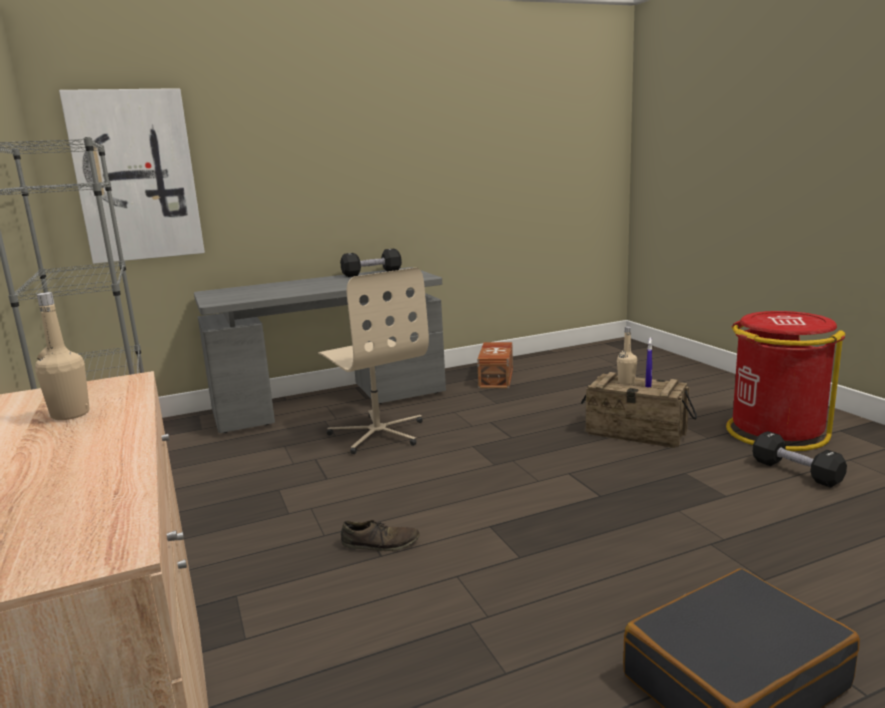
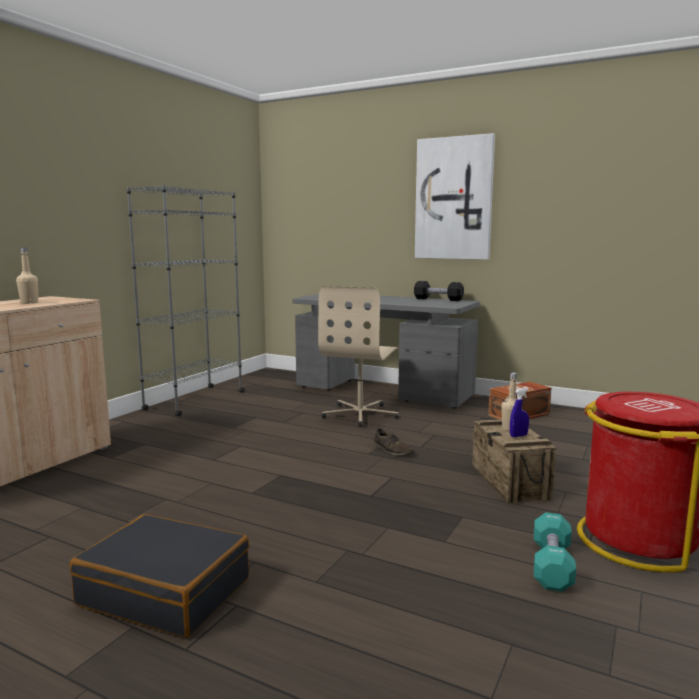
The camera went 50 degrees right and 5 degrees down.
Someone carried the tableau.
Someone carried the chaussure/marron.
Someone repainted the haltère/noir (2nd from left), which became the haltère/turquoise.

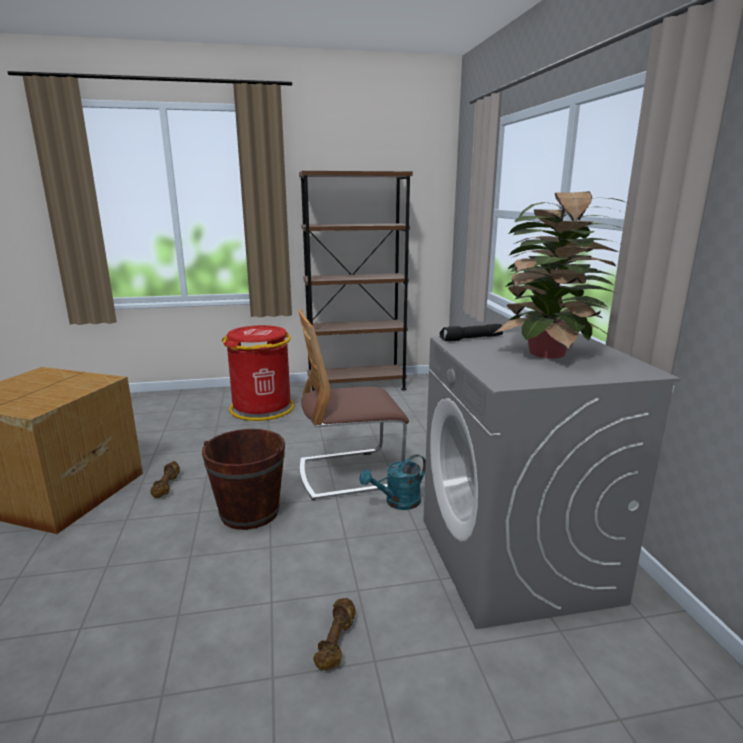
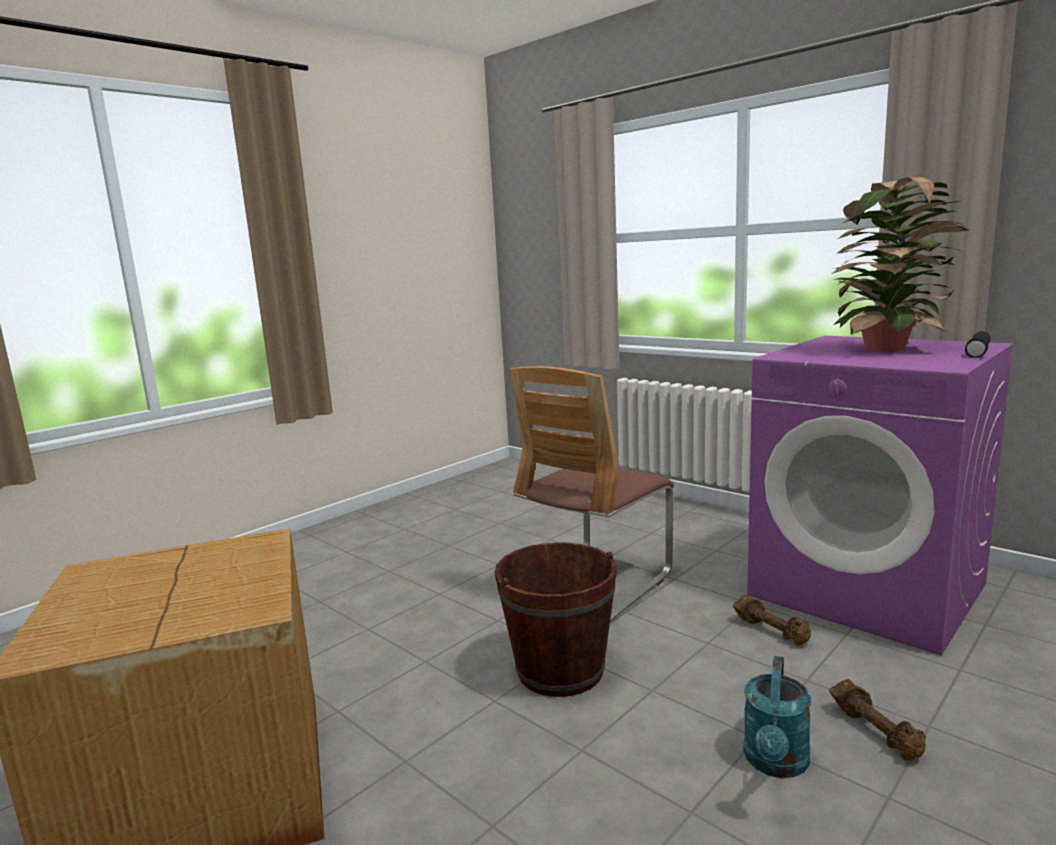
The camera went 35 degrees left and 5 degrees down.
Someone took away the poubelle/rouge.
Someone took away the bibliothèque/marron.
Someone carried the haltère/marron (1st from left).
Someone carried the arrosoir/turquoise.
Someone carried the lampe de poche/noir.
Someone repainted the lave-linge/gris, which became the lave-linge/violet.

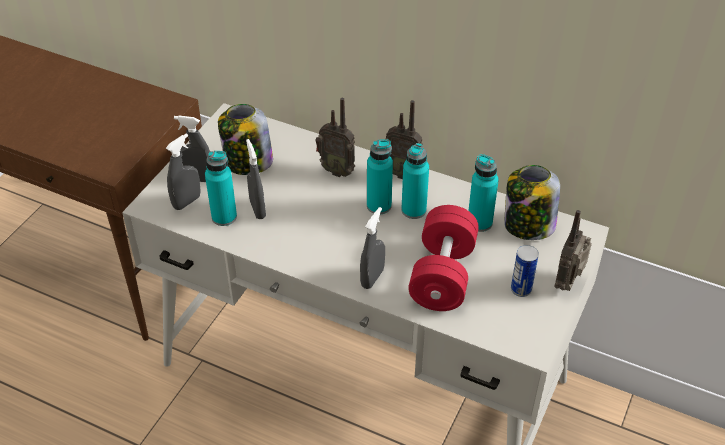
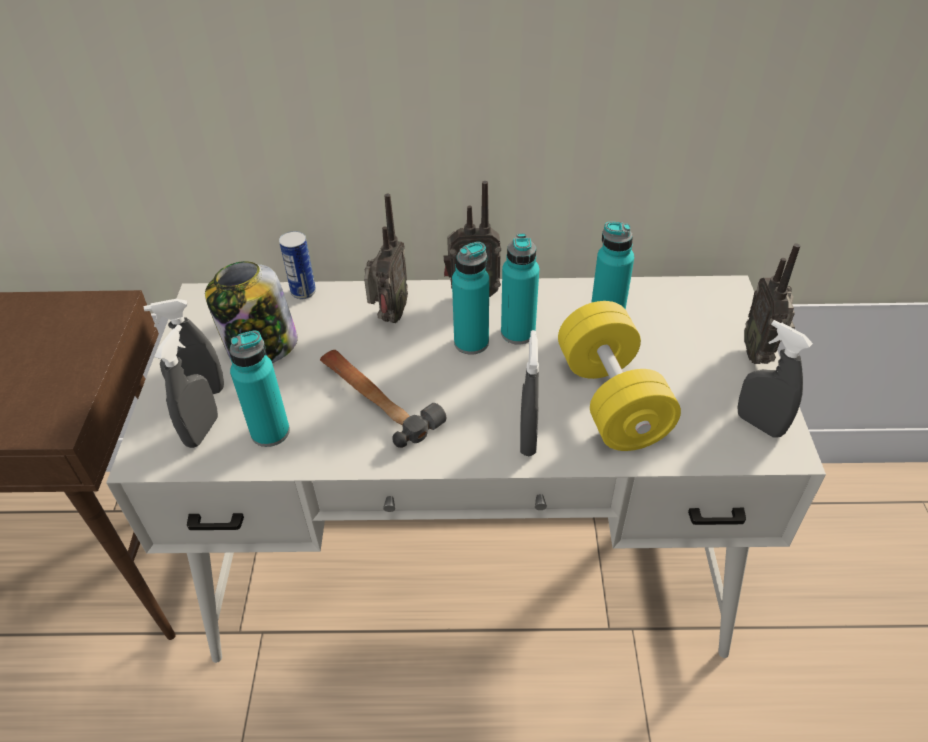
The camera went 25 degrees left and 0 degrees up.
Someone took away the bocal (2nd from left).
Someone put down the marteau.
Someone carried the vaporisateur/gris (3rd from left in the first image).
Someone carried the boîte métallique.
Someone repainted the haltère/rouge, which became the haltère/jaune.
Someone rotated the radio (1st from left) by 75 degrees counterclockwise.

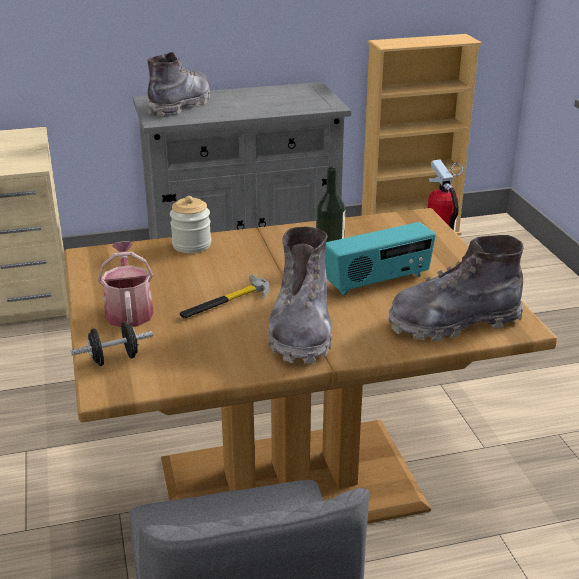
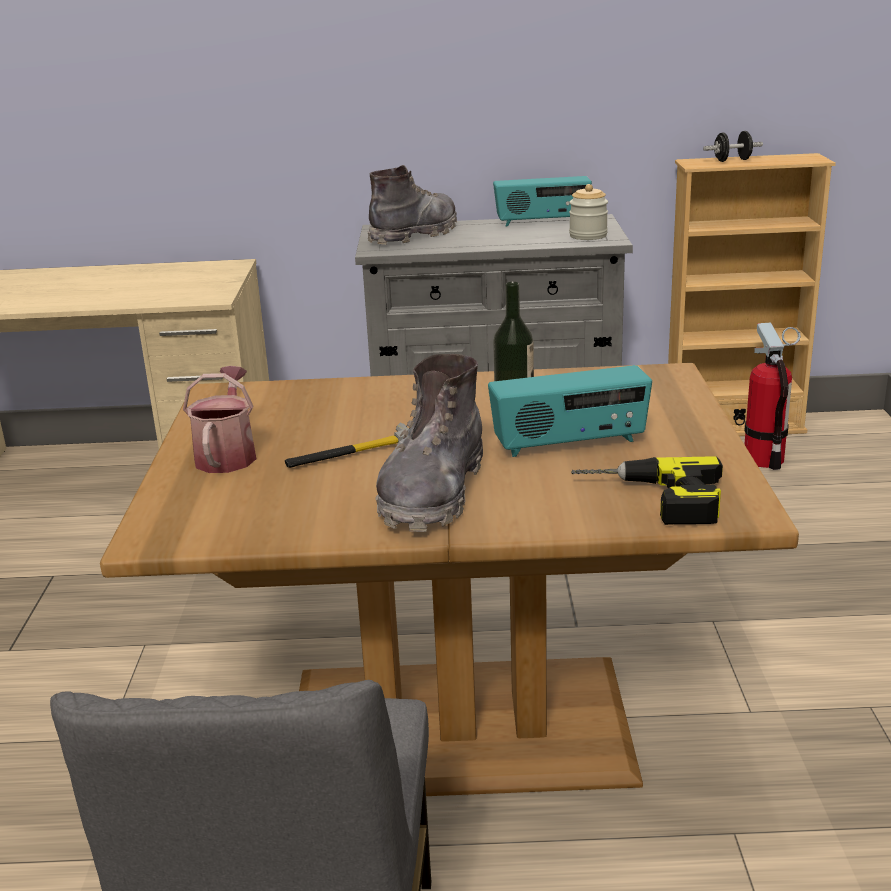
The camera went 15 degrees right and 5 degrees down.
Someone put down the radio (1st from left).
Someone carried the haltère/noir.
Someone carried the bocal.
Someone swapped the botte/gris (3rd from left) for the perceuse.

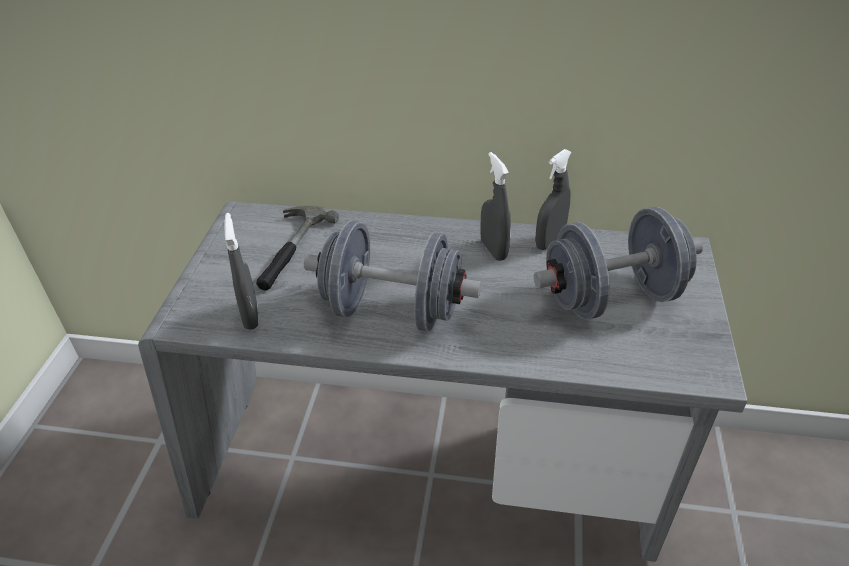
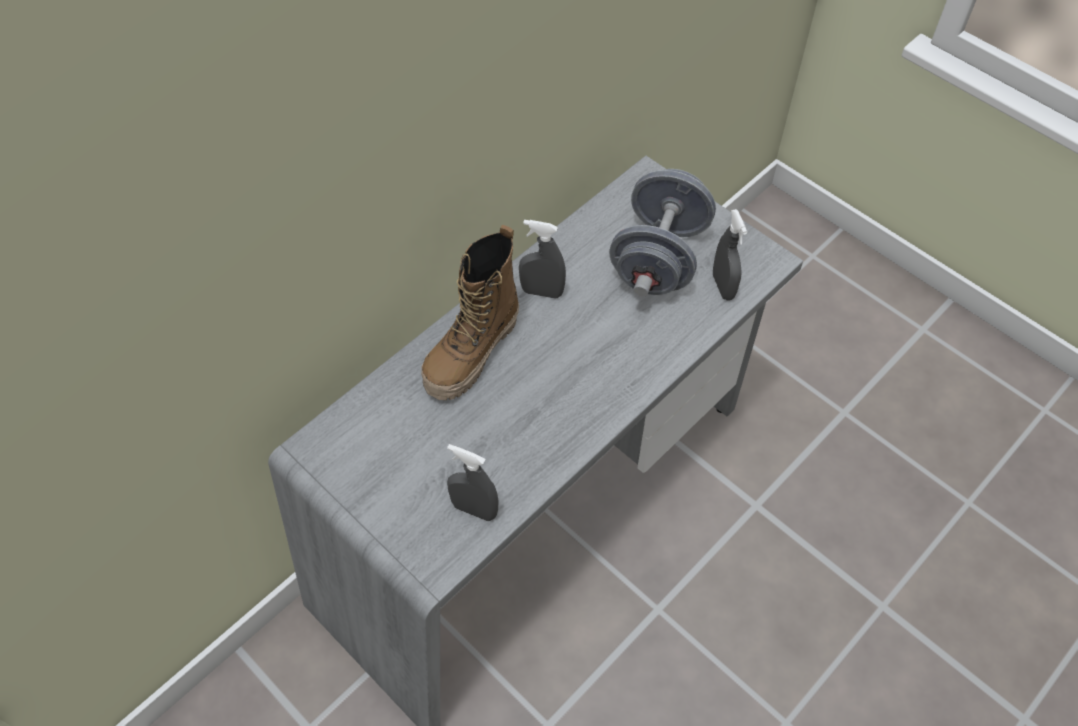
The camera went 55 degrees left and 15 degrees up.
Someone took away the marteau.
Someone took away the haltère/gris (1st from left).
Someone put down the botte.
Someone carried the vaporisateur/gris (3rd from left).

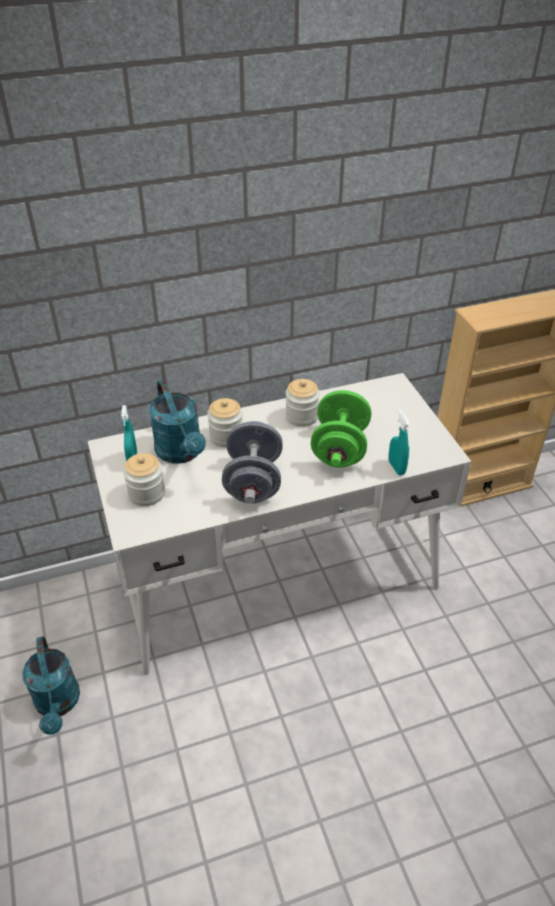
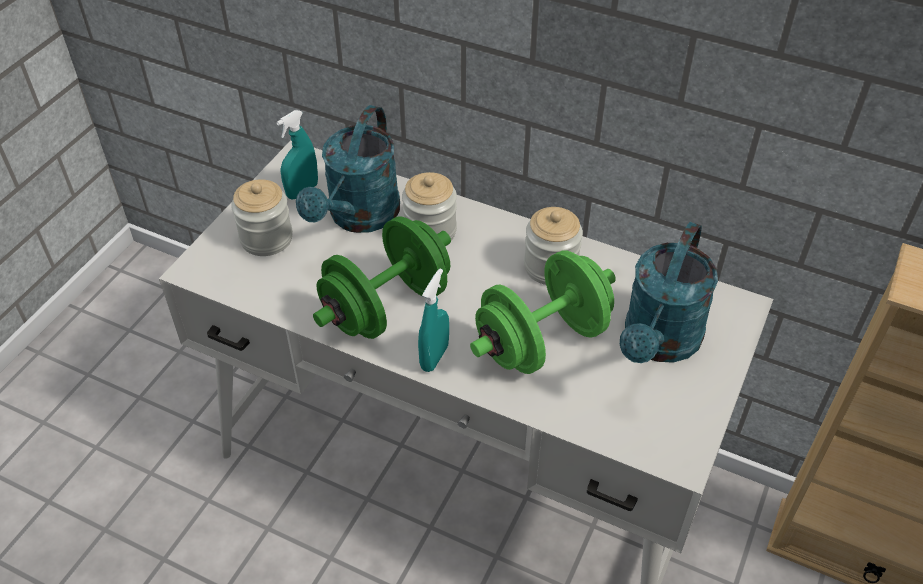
The camera went 45 degrees right and 5 degrees up.
Someone carried the arrosoir/turquoise (1st from left in the first image).
Someone carried the vaporisateur/turquoise (2nd from left).
Someone repainted the haltère/gris, which became the haltère/vert (1st from left).

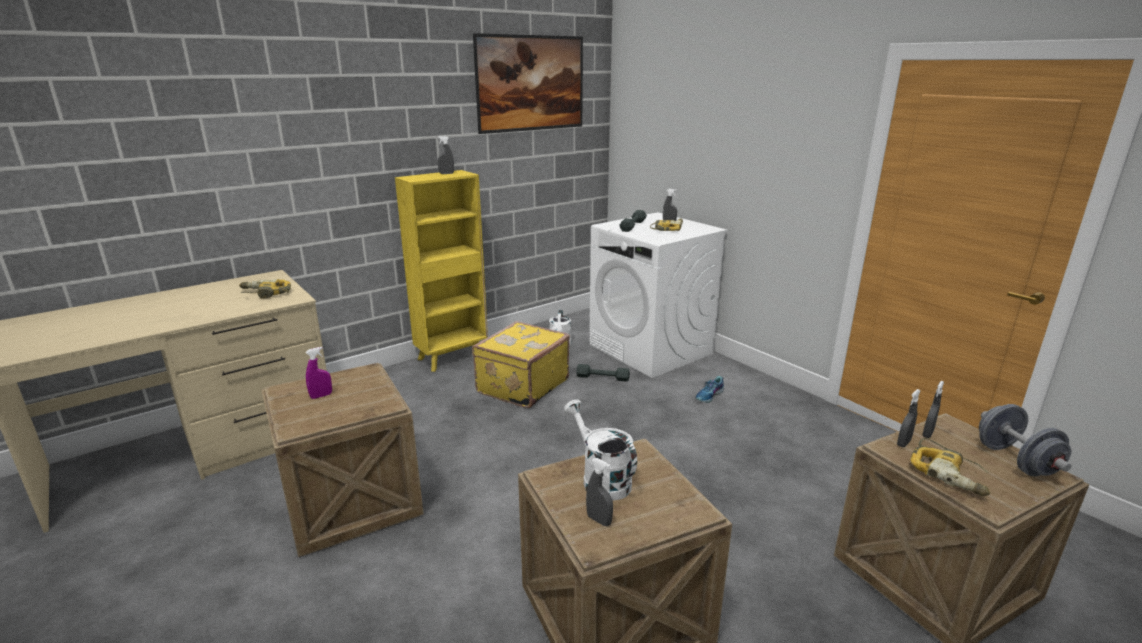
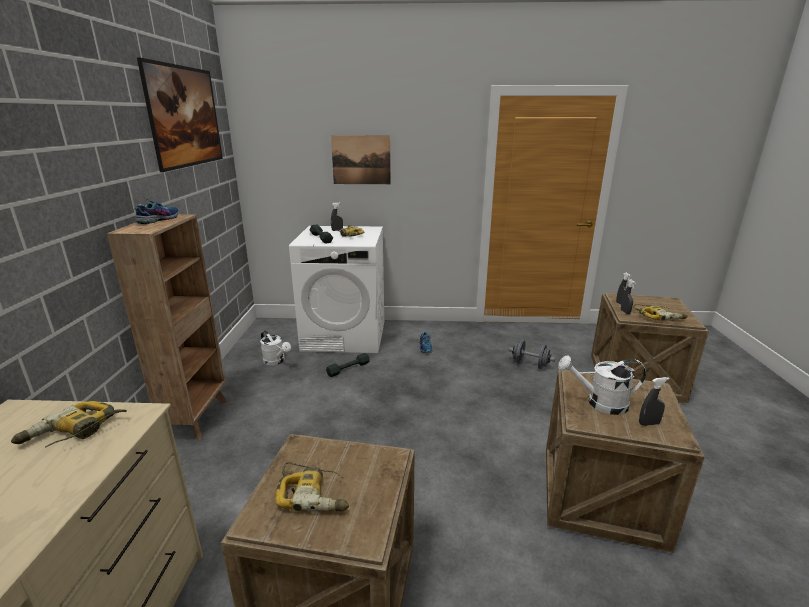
The camera went 50 degrees left and 0 degrees up.
Someone took away the valise/jaune.
Someone put up the tableau (2nd from left).
Someone carried the haltère/gris (3rd from left).
Someone swapped the vaporisateur/violet for the perceuse (2nd from left).
Someone swapped the vaporisateur/gris (1st from left) for the chaussure (1st from left).
Someone repainted the bibliothèque/jaune, which became the bibliothèque/marron.

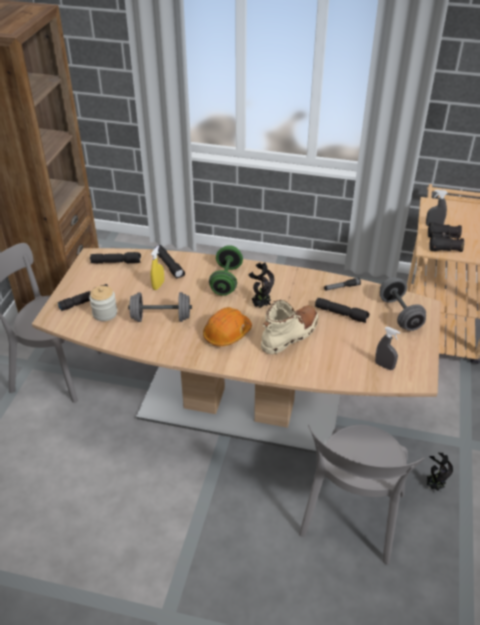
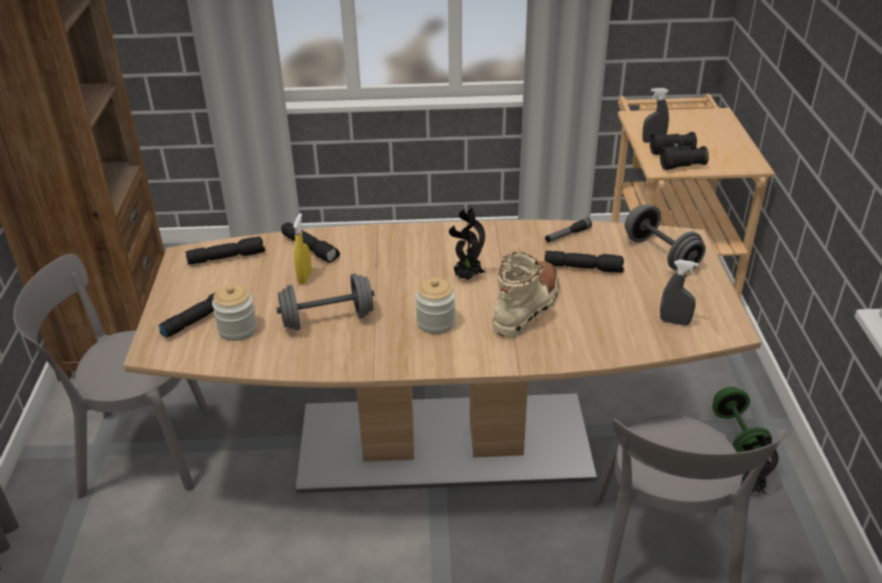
The camera went 15 degrees left and 5 degrees down.
Someone carried the haltère/vert.
Someone swapped the casque de chantier/orange for the bocal (2nd from left).

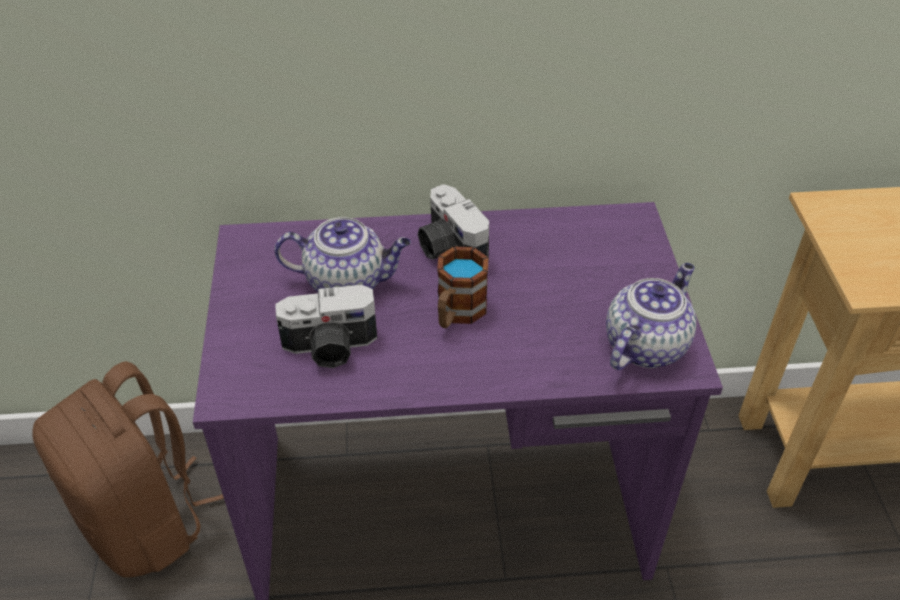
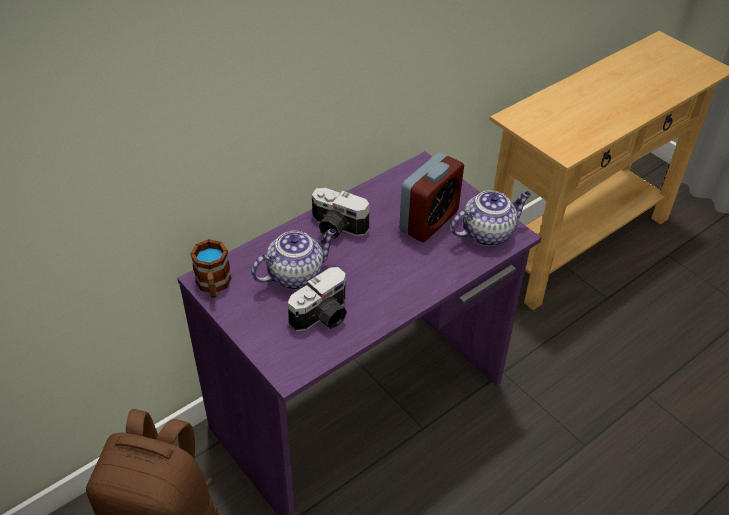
The camera went 35 degrees left and 0 degrees up.
Someone put down the réveil.
Someone carried the mug.
Someone rotated the théière (2nd from left) by 60 degrees clockwise.

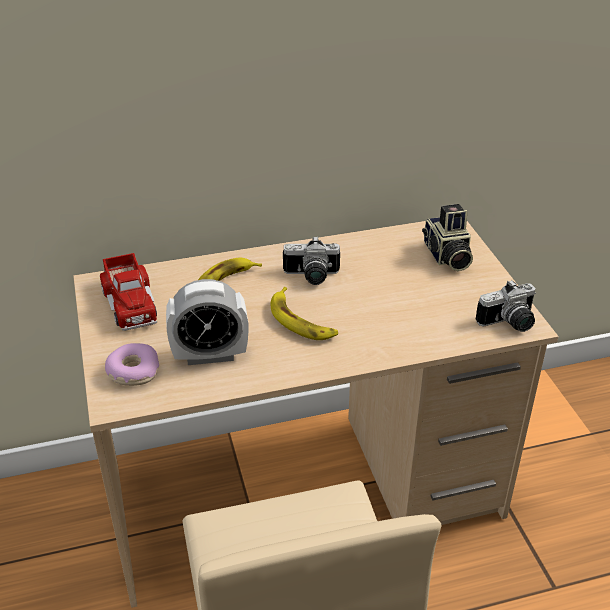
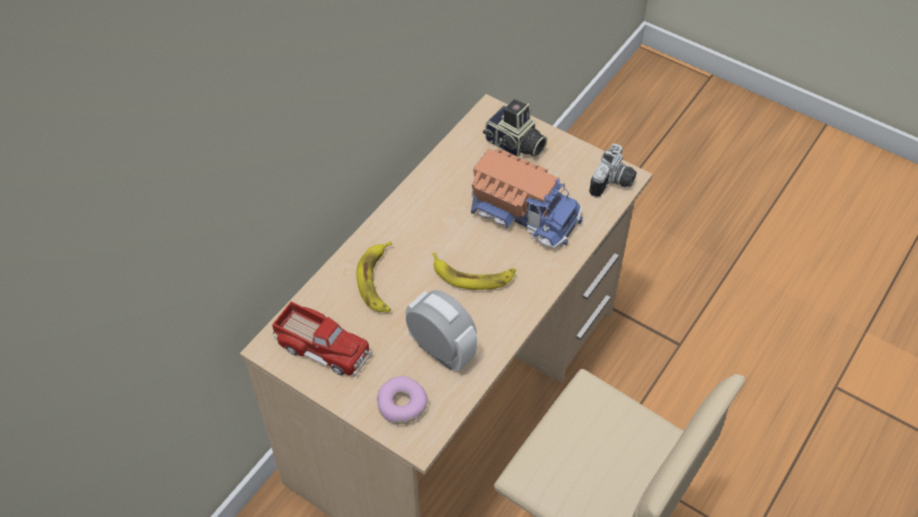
The camera went 40 degrees left and 15 degrees up.
Someone took away the appareil photo (1st from left).
Someone put down the camion jouet (2nd from left).
Someone rotated the réveil by 90 degrees counterclockwise.

